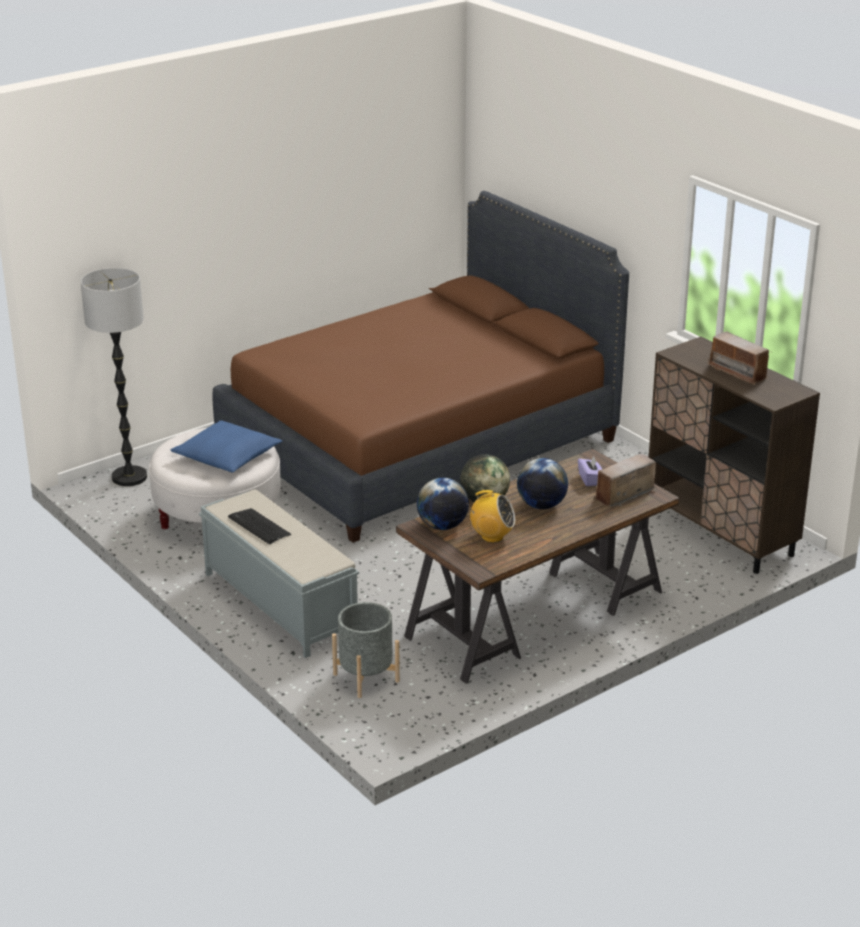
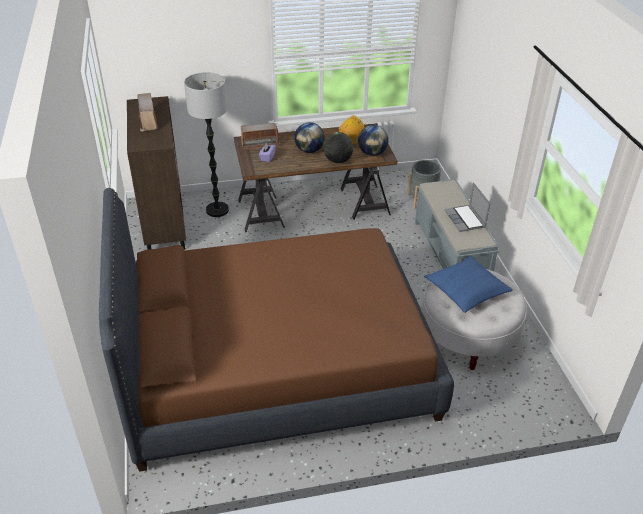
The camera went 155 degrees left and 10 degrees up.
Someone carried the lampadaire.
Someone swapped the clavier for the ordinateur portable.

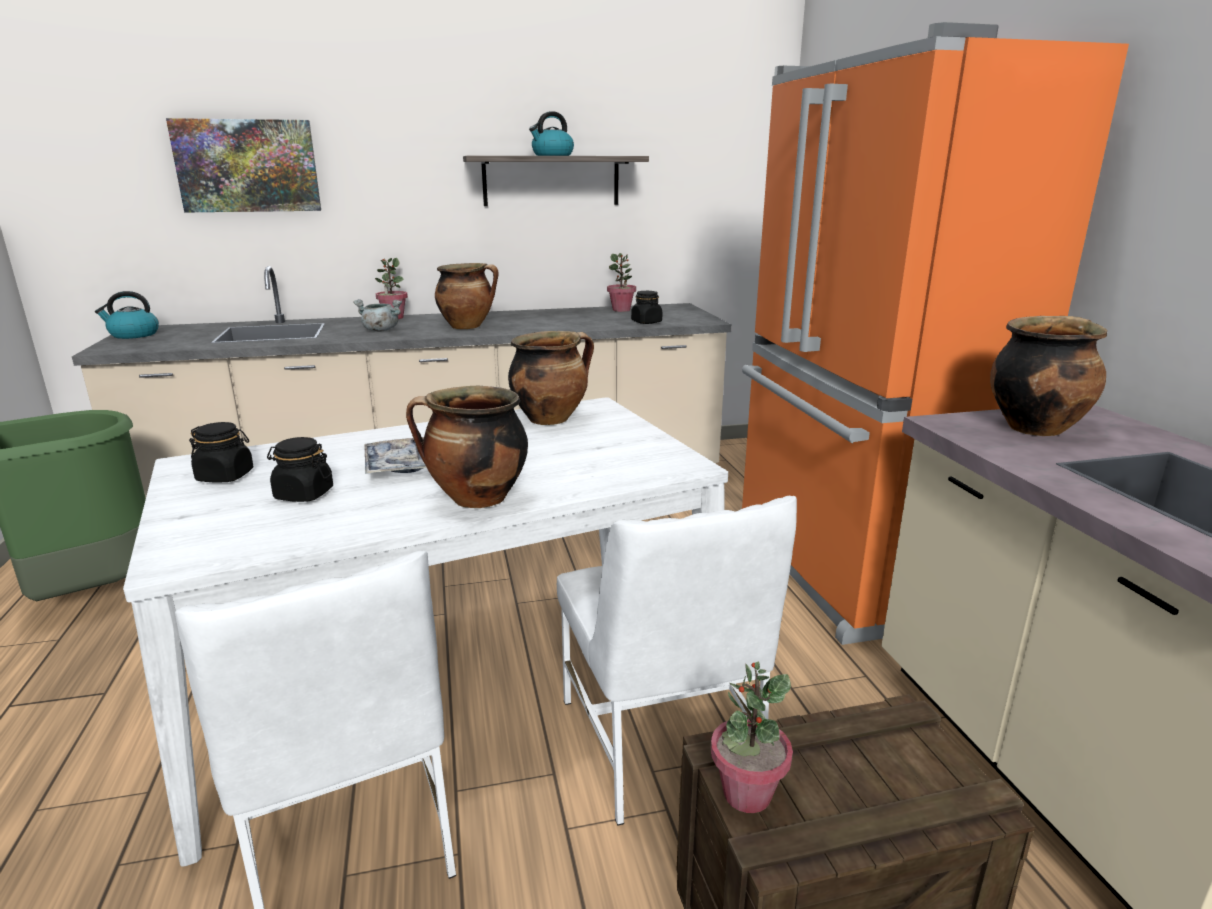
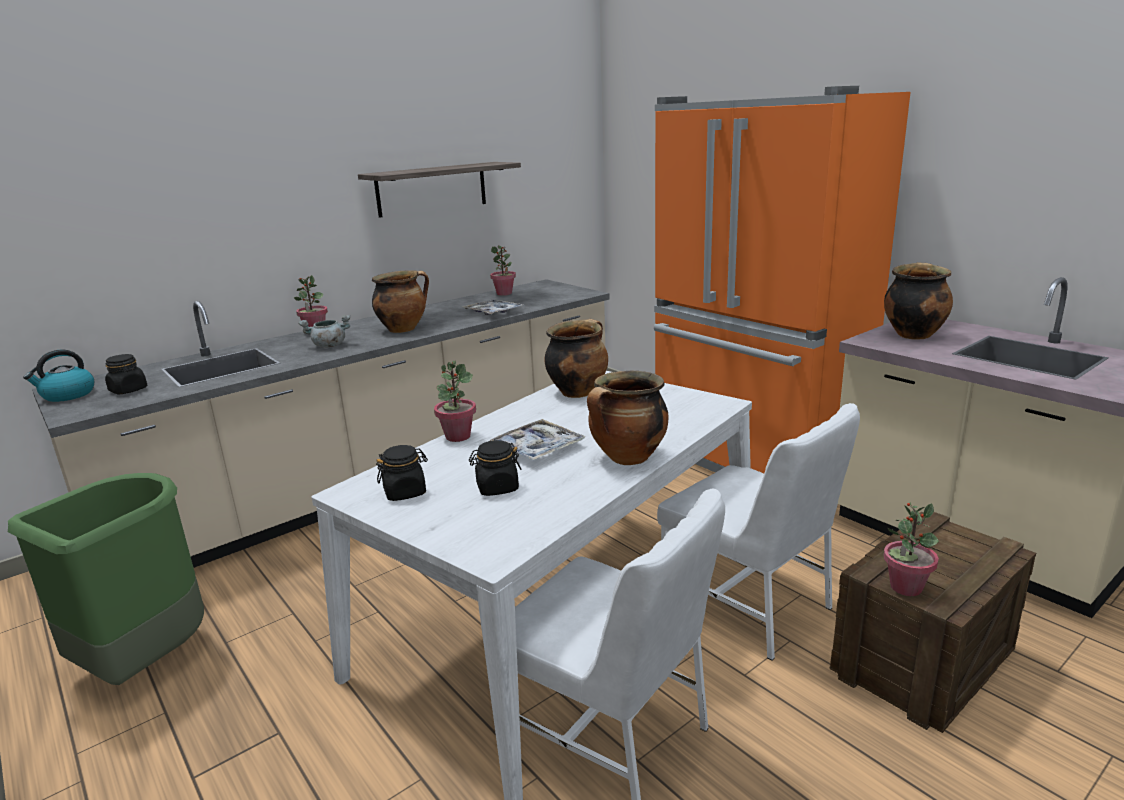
The camera went 25 degrees left and 0 degrees up.
Someone took away the tableau.
Someone took away the bouilloire (2nd from left).
Someone put down the plante en pot (2nd from left).
Someone put down the plateau (1st from left).
Someone carried the bocal/noir (3rd from left in the first image).

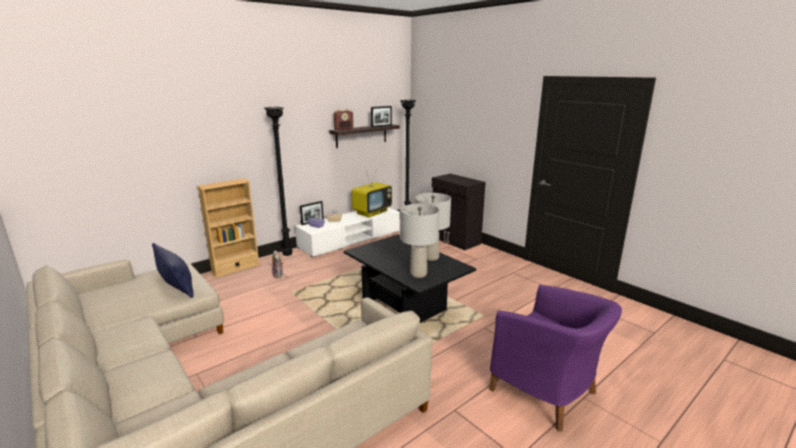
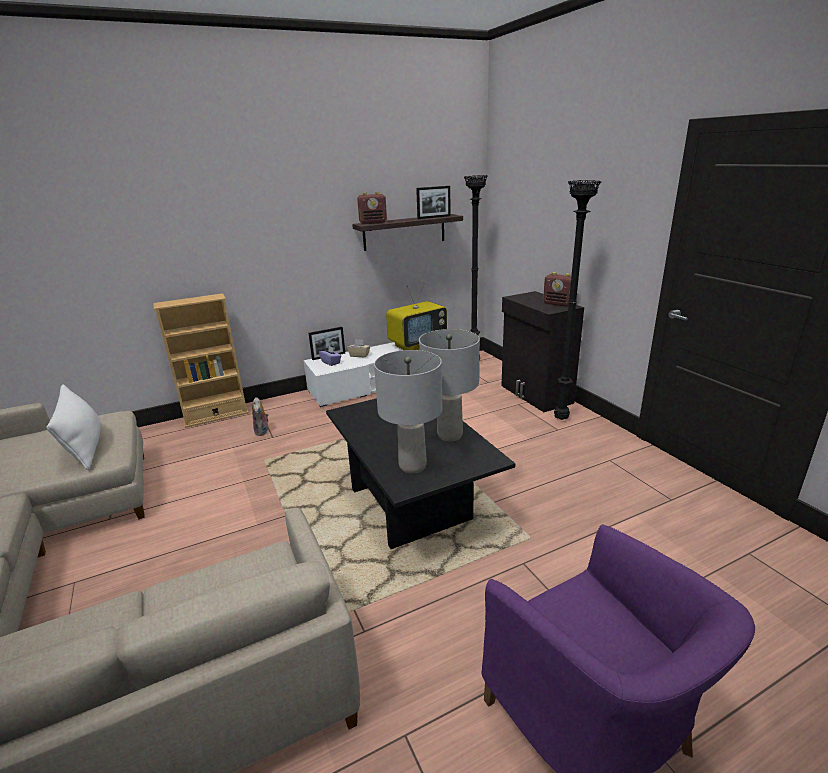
The camera went 15 degrees right and 5 degrees up.
Someone put down the radio (2nd from left).
Someone carried the lampadaire/noir (1st from left in the first image).
Someone repainted the coussin/bleu, which became the coussin/blanc.

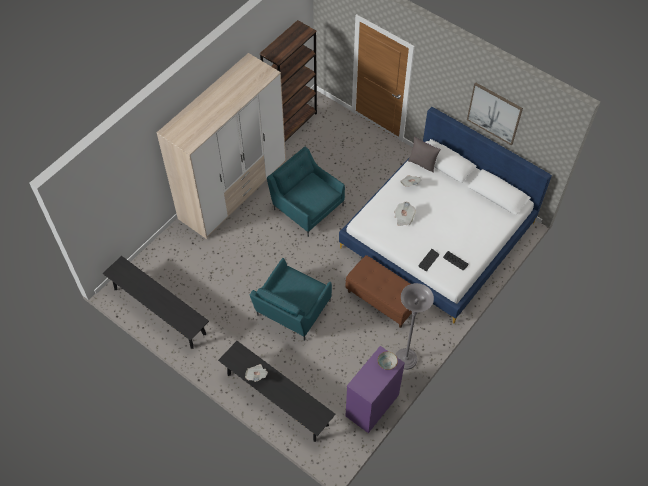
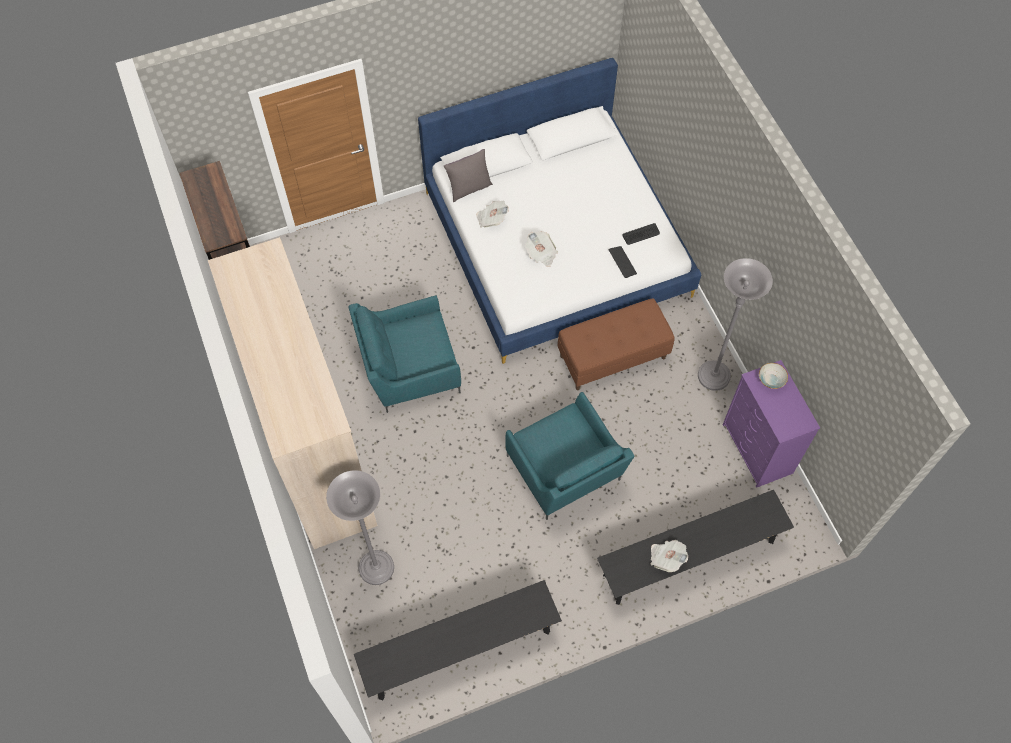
The camera went 60 degrees left and 5 degrees up.
Someone took away the tableau.
Someone put down the lampadaire/gris (1st from left).

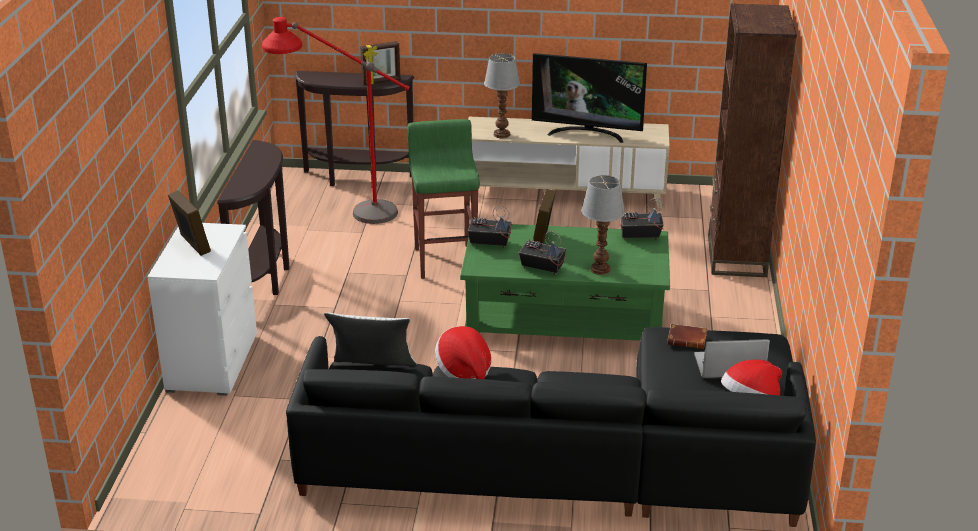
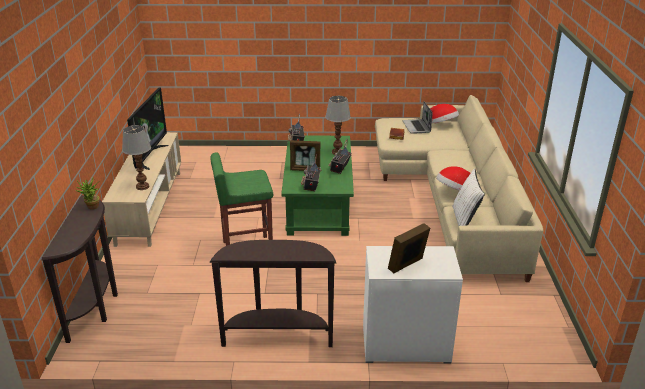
The camera went 95 degrees left and 0 degrees up.
Someone took away the lampadaire/rouge.
Someone took away the bibliothèque/marron.
Someone swapped the cadre photo (2nd from left) for the plante en pot.
Someone repainted the canapé/noir, which became the canapé/beige.

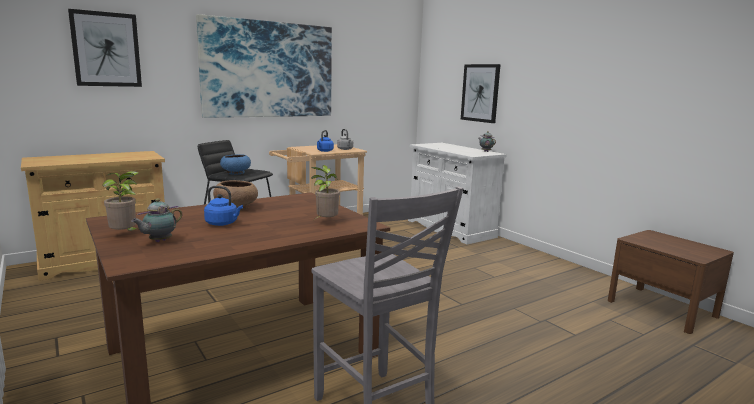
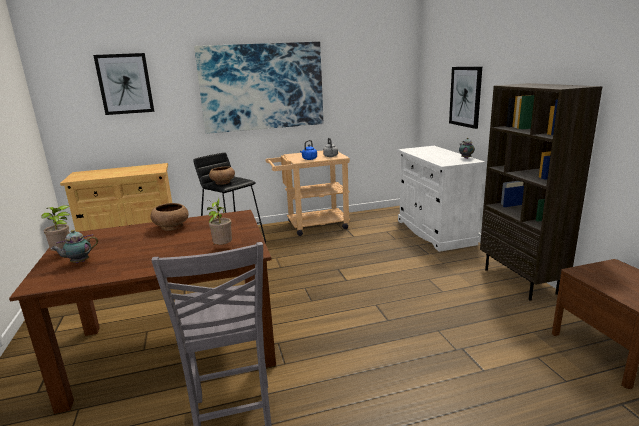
The camera went 20 degrees right and 5 degrees up.
Someone took away the bouilloire/bleu (1st from left).
Someone put down the bibliothèque/marron.
Someone repainted the bol/bleu, which became the bol/marron (2nd from left).

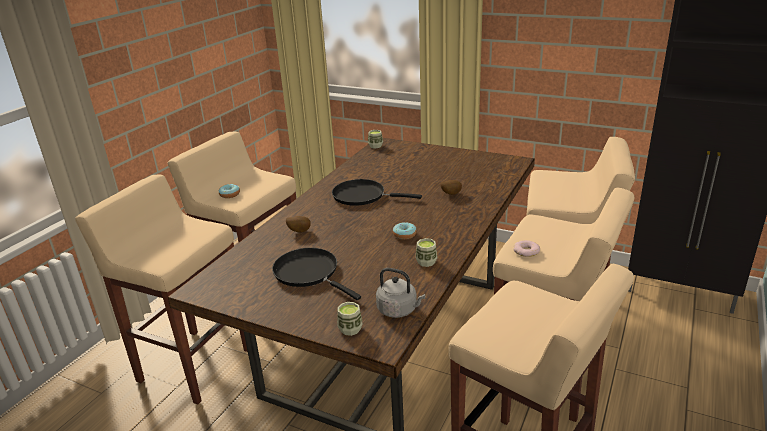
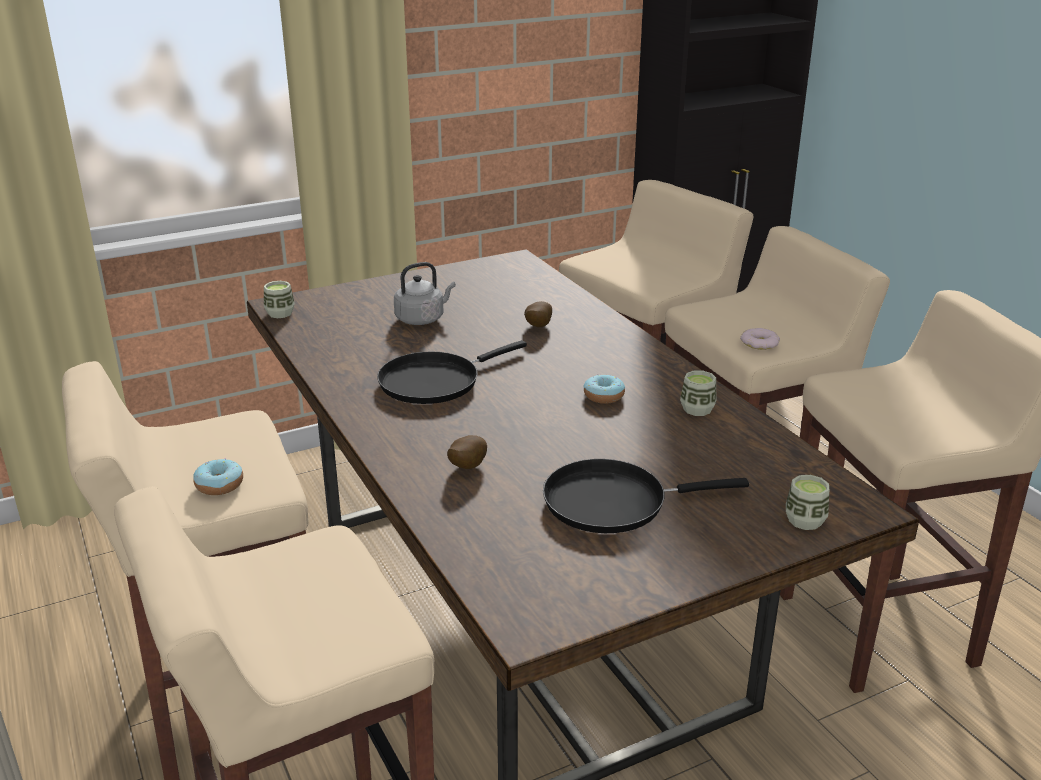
The camera went 55 degrees left and 0 degrees up.
Someone carried the bouilloire/gris.

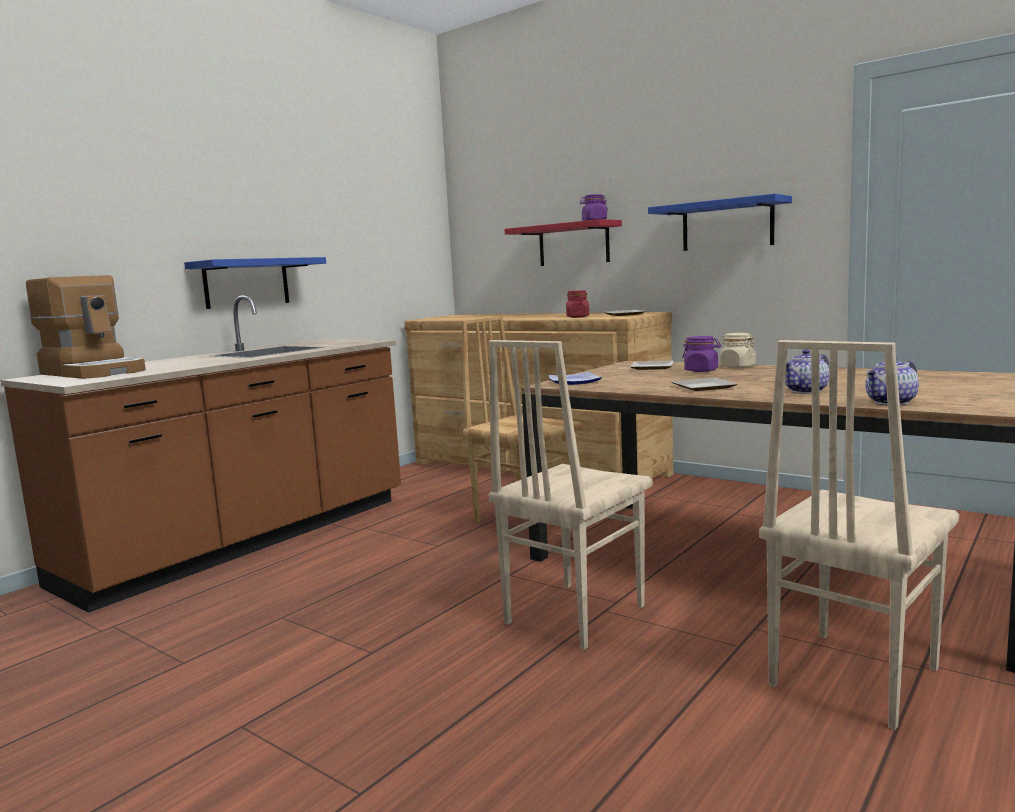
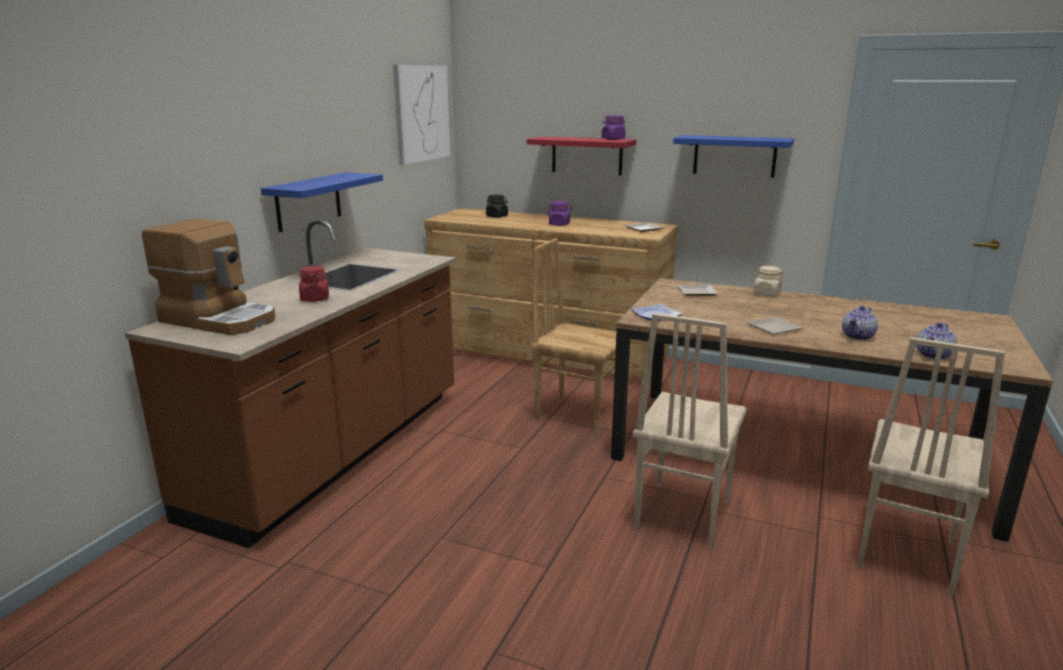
The camera went 15 degrees left and 10 degrees up.
Someone put up the tableau.
Someone put down the bocal/noir.
Someone carried the bocal/rouge.
Someone carried the bocal/violet (2nd from left in the first image).

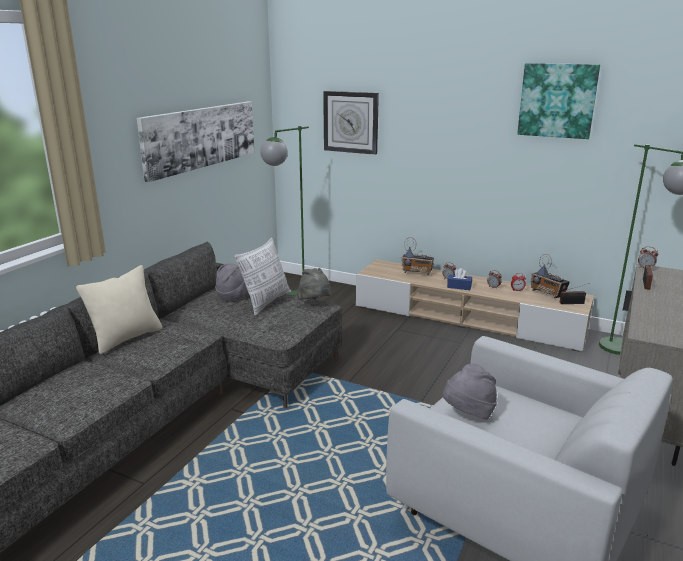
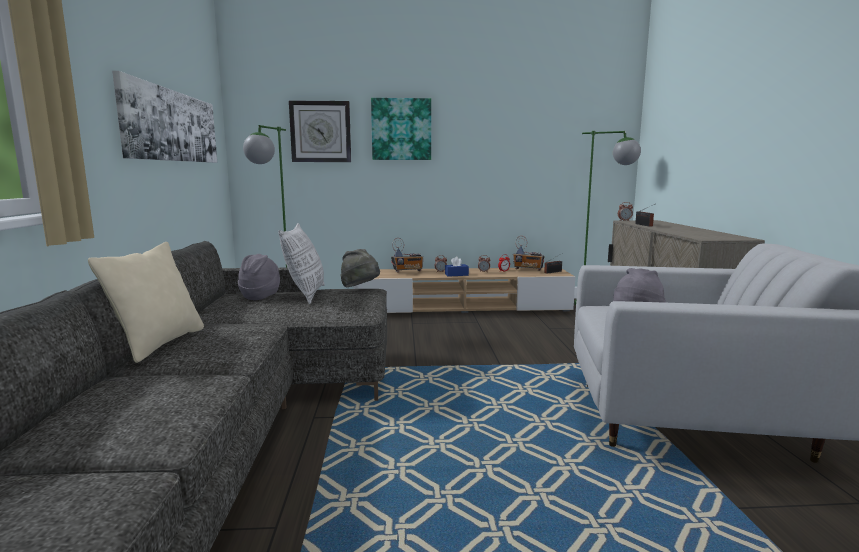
The camera went 30 degrees left and 10 degrees down.
Someone carried the tableau (2nd from left).

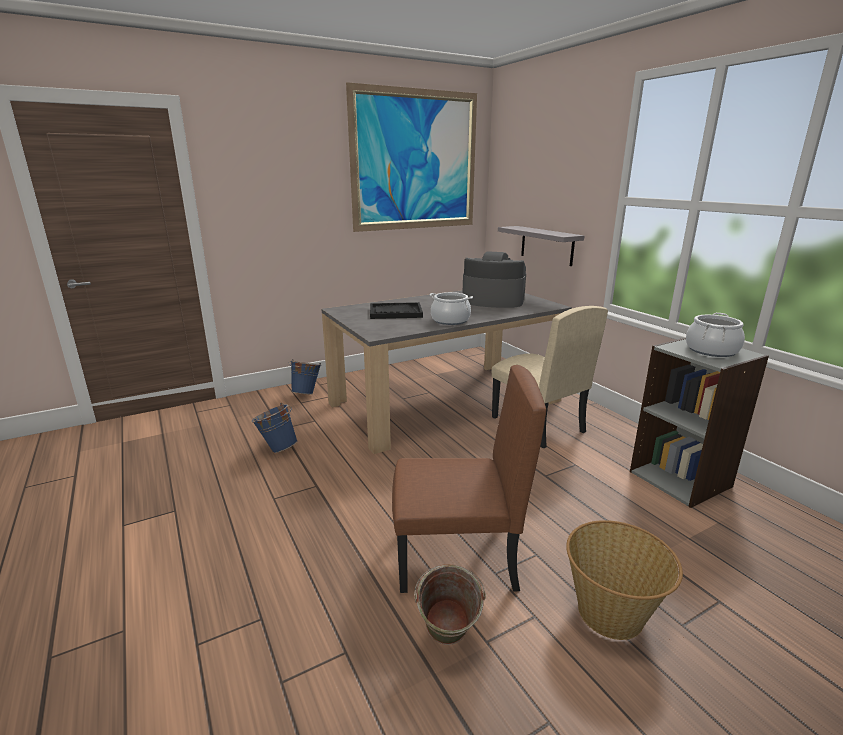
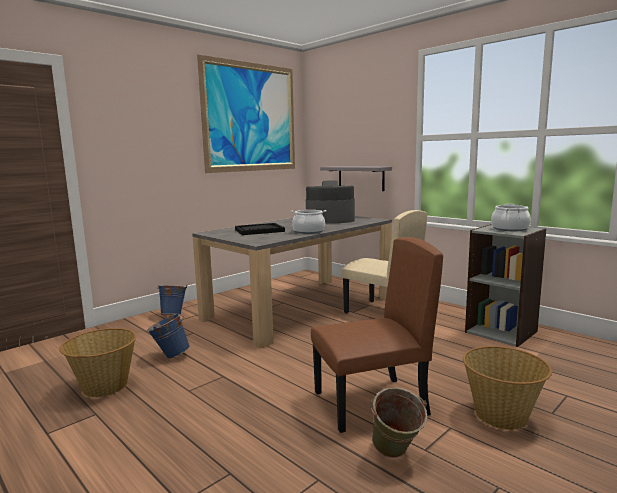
The camera went 15 degrees left and 10 degrees down.
Someone put down the panier (1st from left).

